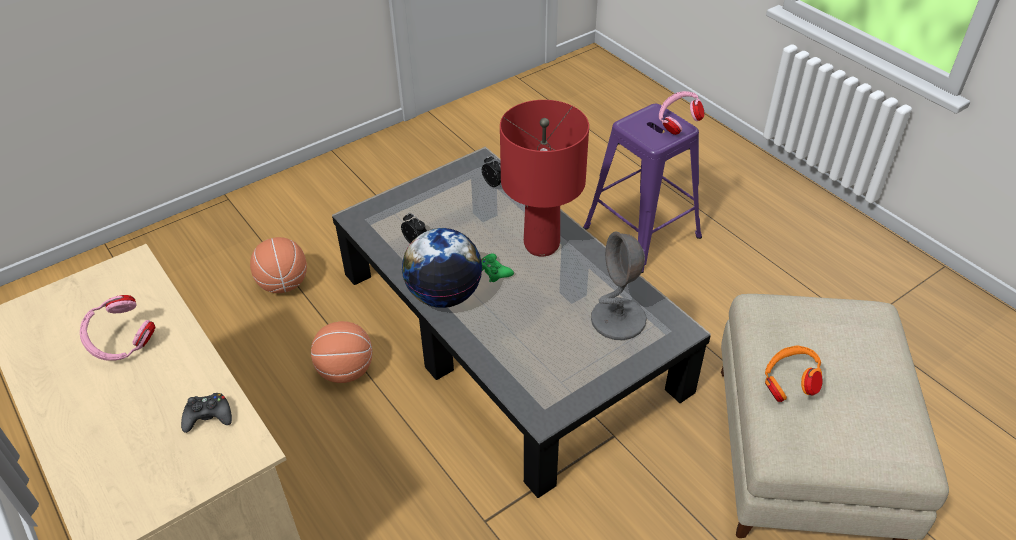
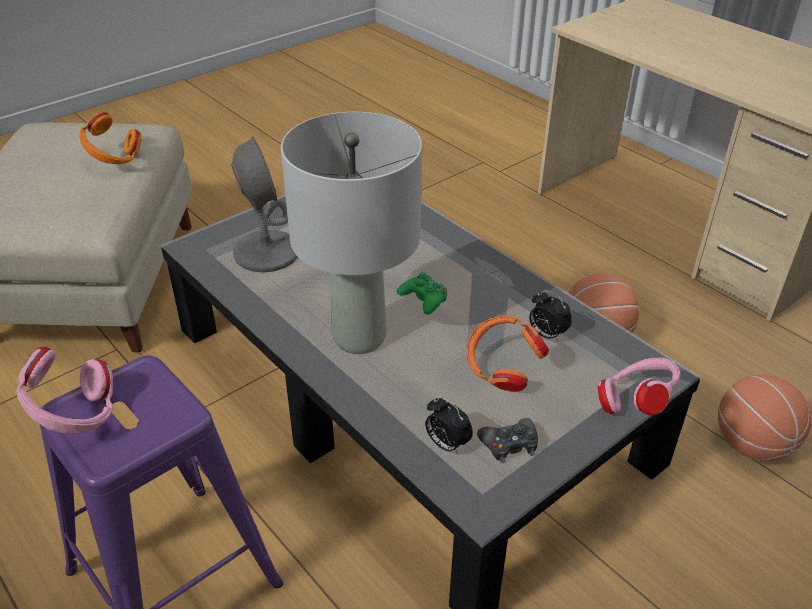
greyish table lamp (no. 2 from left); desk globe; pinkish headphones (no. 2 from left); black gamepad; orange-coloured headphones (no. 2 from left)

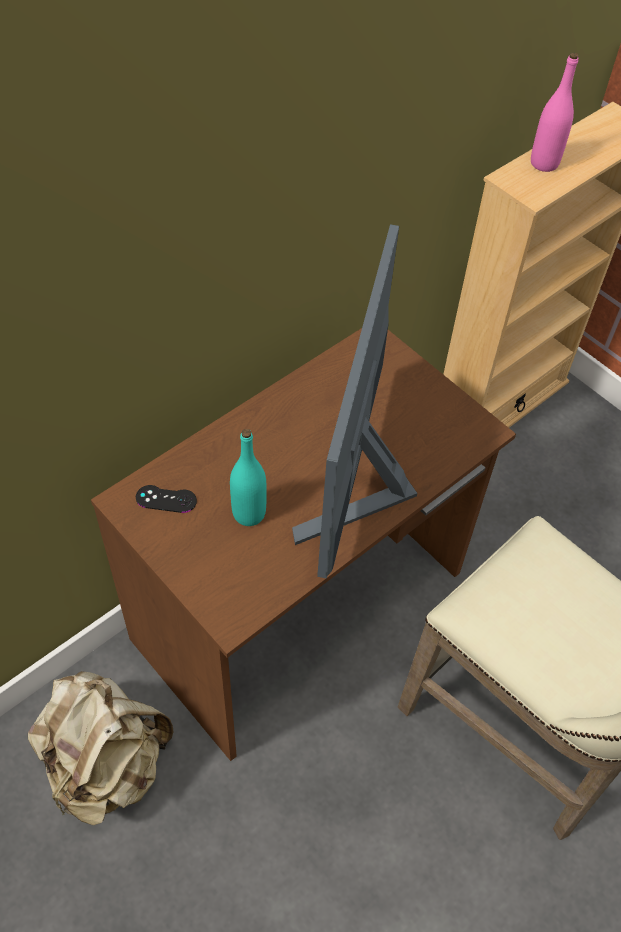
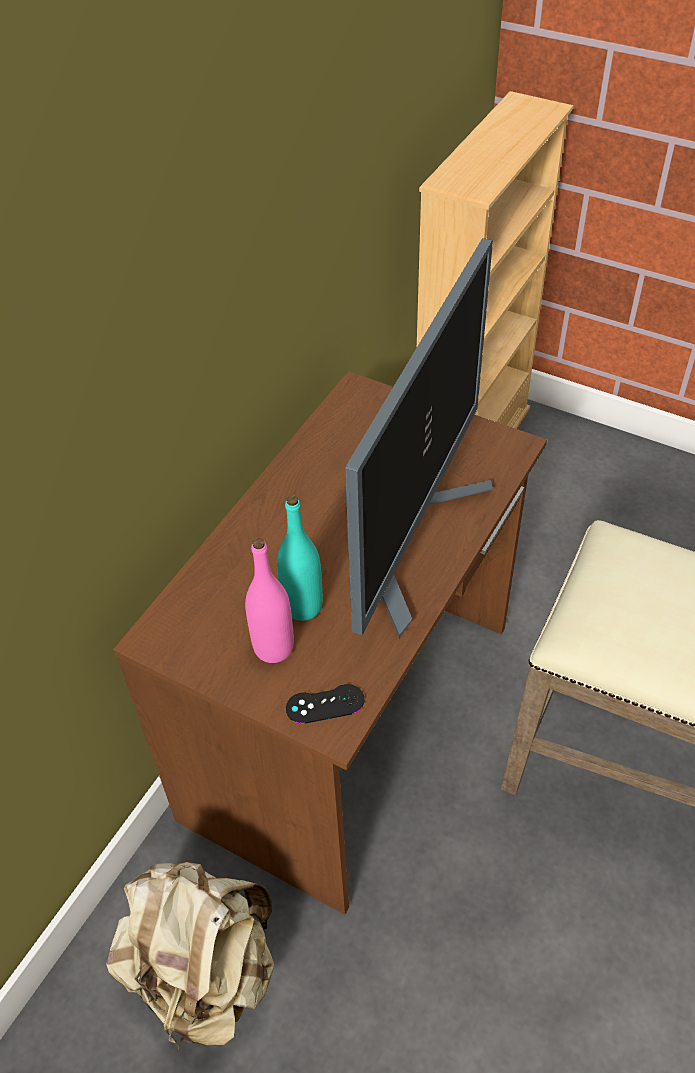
pinkish drink bottle; computer display; black gamepad

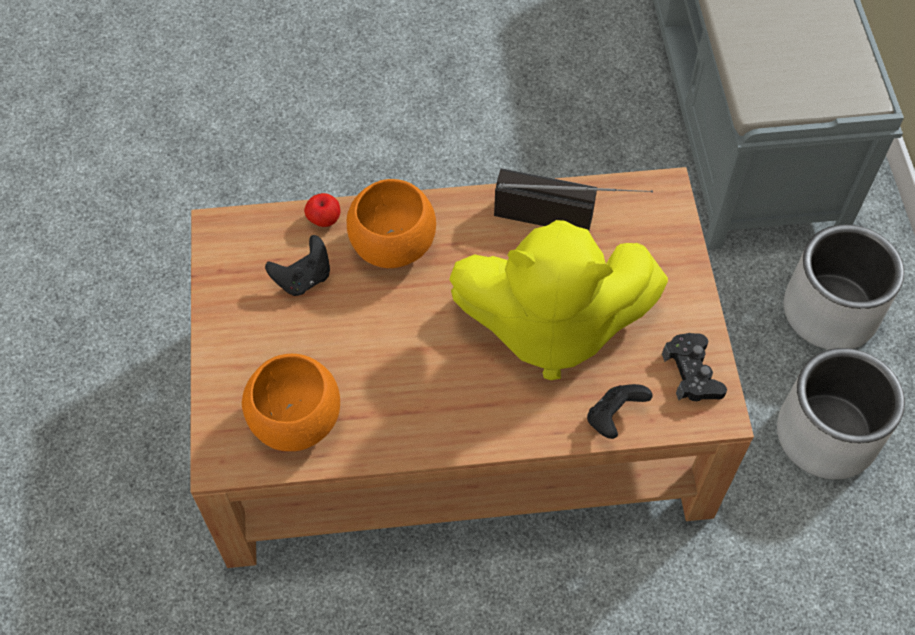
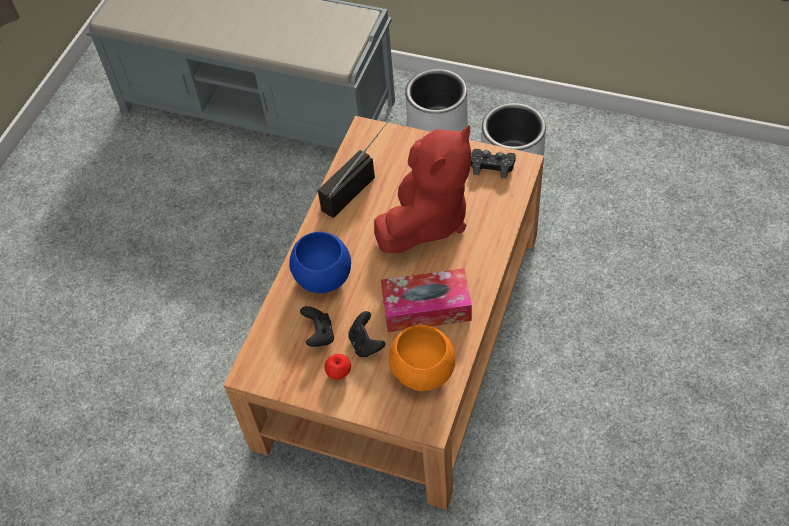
blue-coloured serving bowl; apple; reddish soft toy; black gamepad (no. 2 from left); tissue box

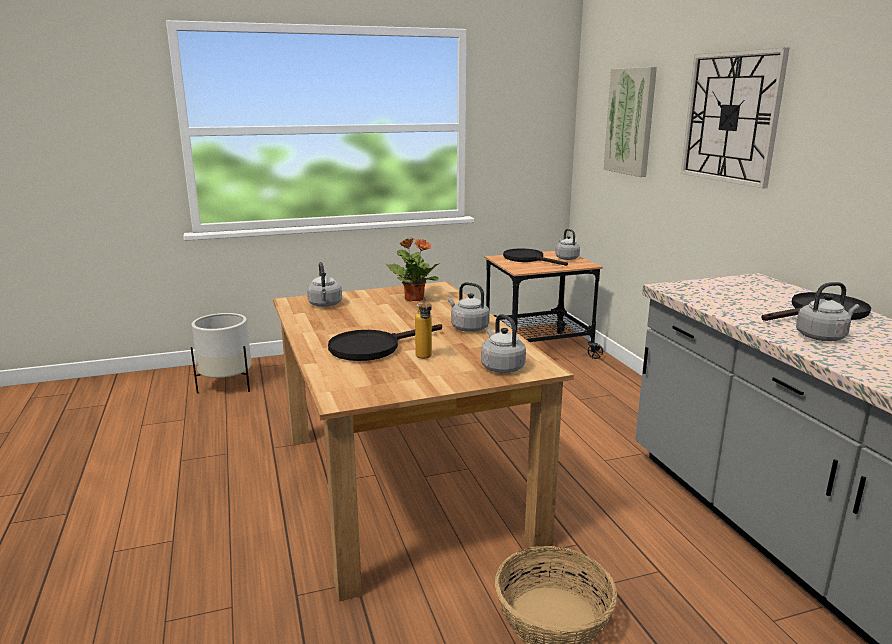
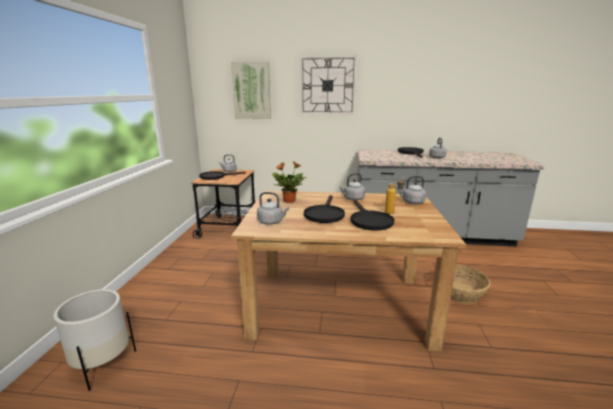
black skillet (no. 2 from left)

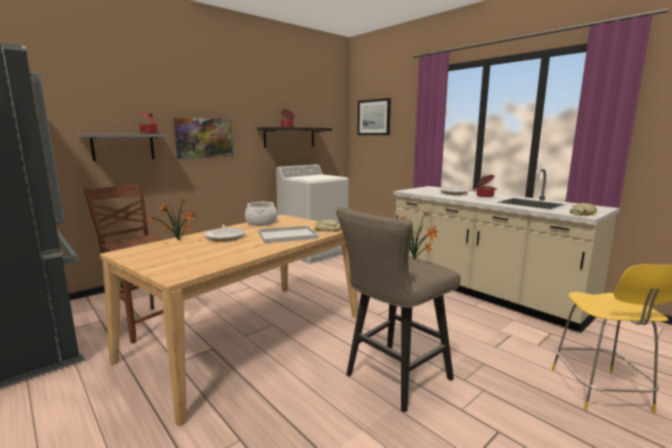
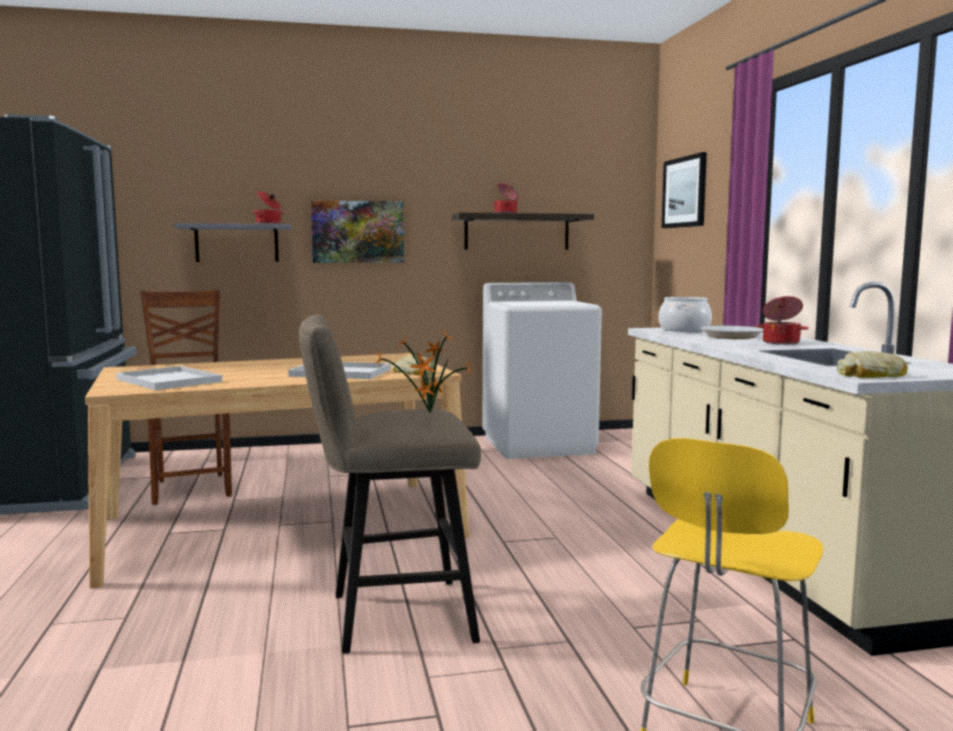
houseplant (no. 1 from left in the first image); stockpot (no. 3 from left); skillet (no. 1 from left in the first image); whitish carrying tray (no. 1 from left)

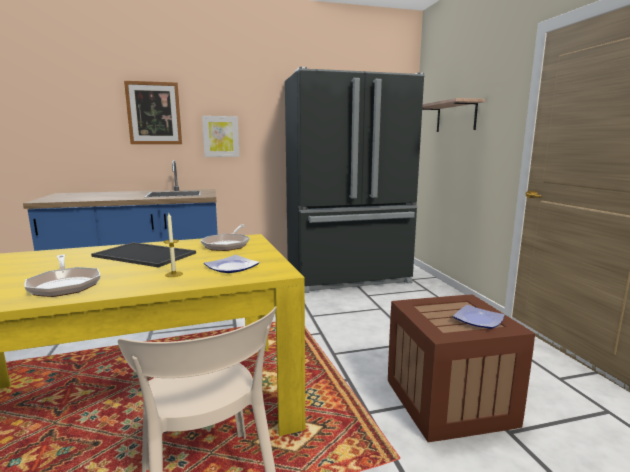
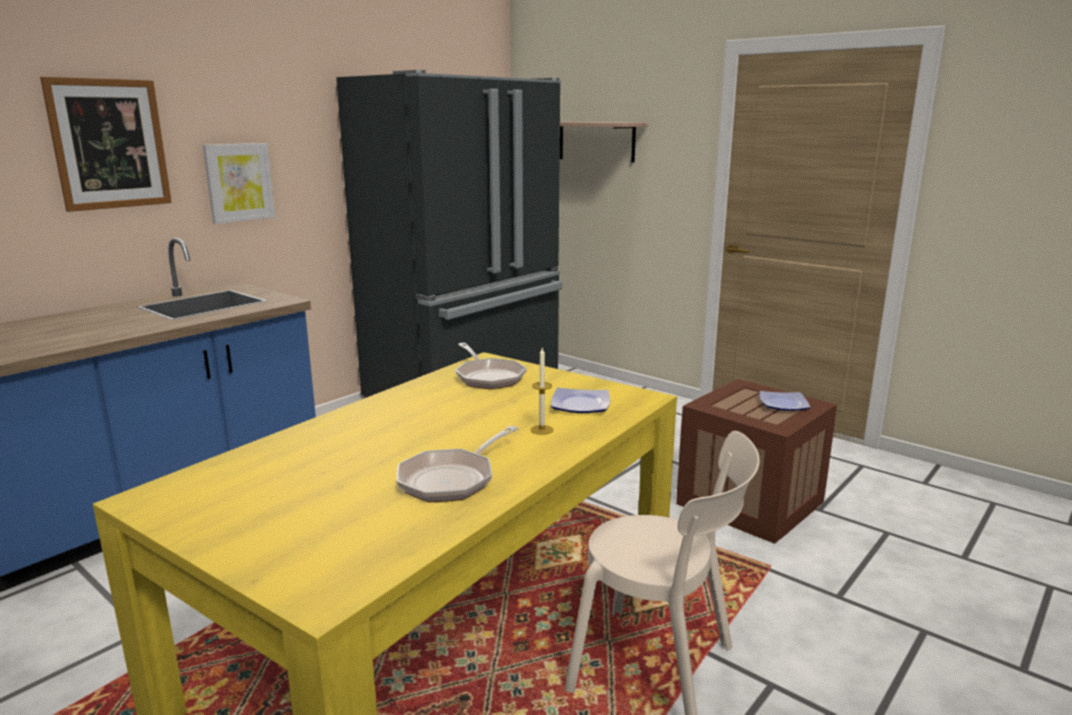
carrying tray; skillet (no. 1 from left)

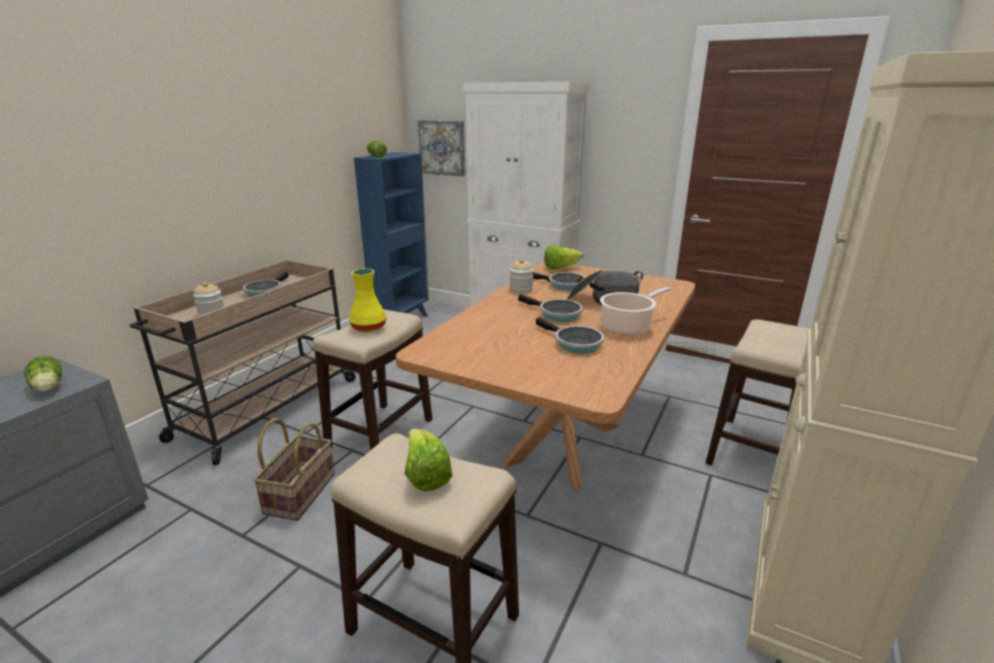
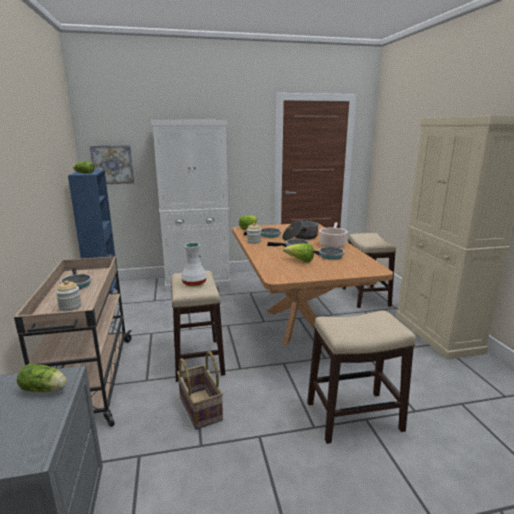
whitish vase; head of lettuce (no. 4 from left)

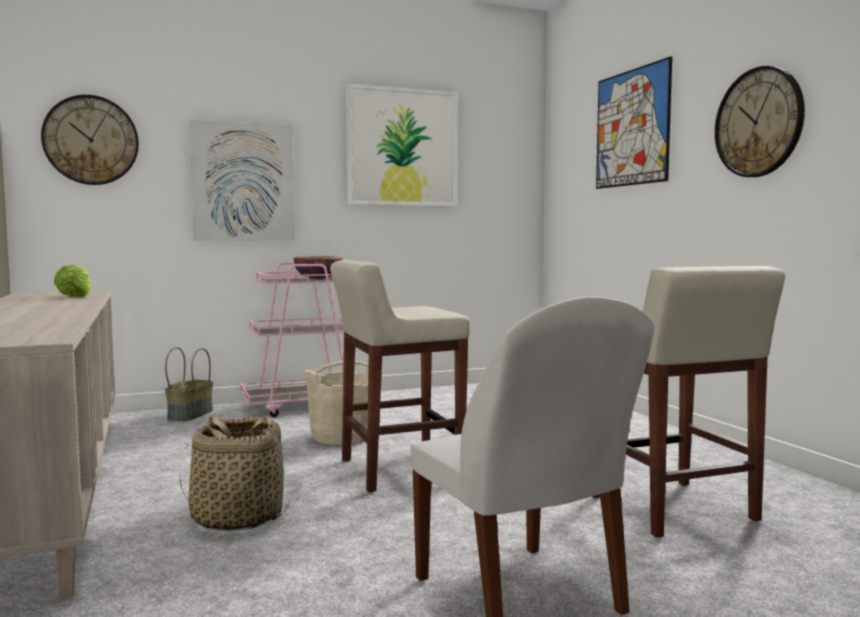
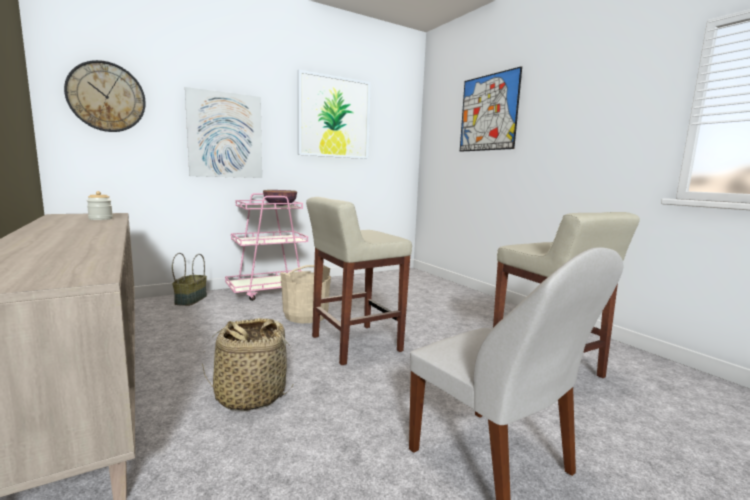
wall clock (no. 2 from left in the first image); storage jar

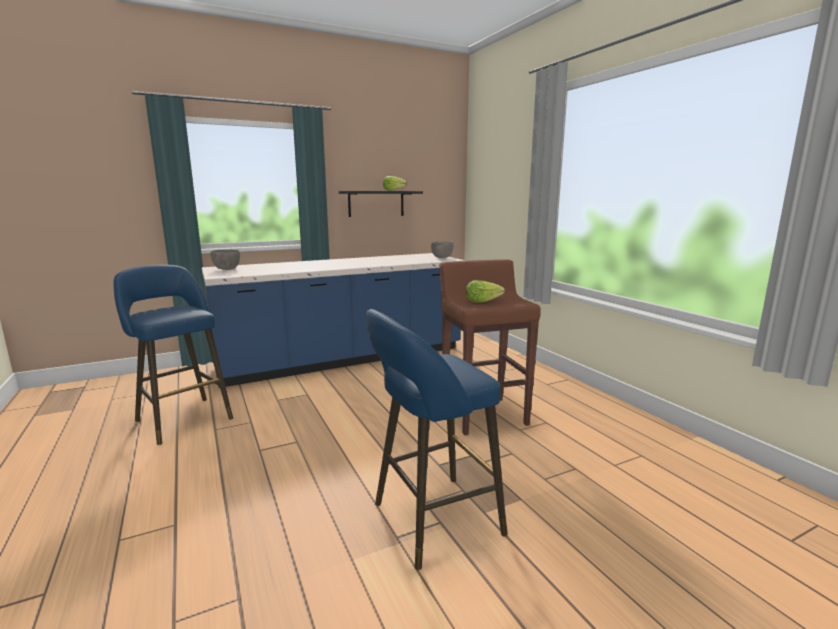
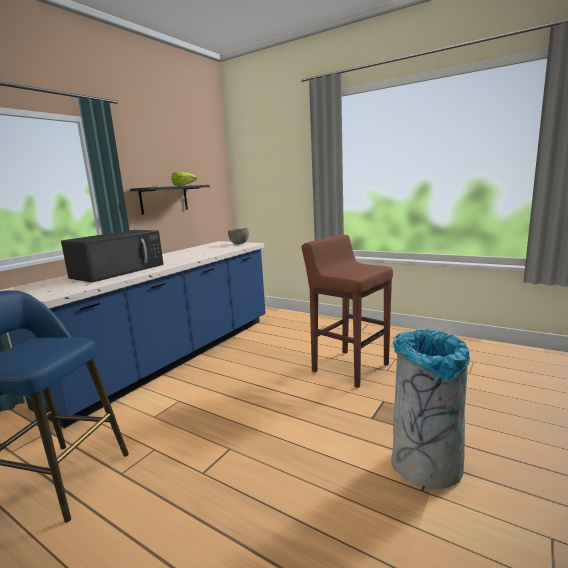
greyish serving bowl (no. 1 from left in the first image); head of lettuce (no. 2 from left in the first image); greyish waste bin; black microwave oven

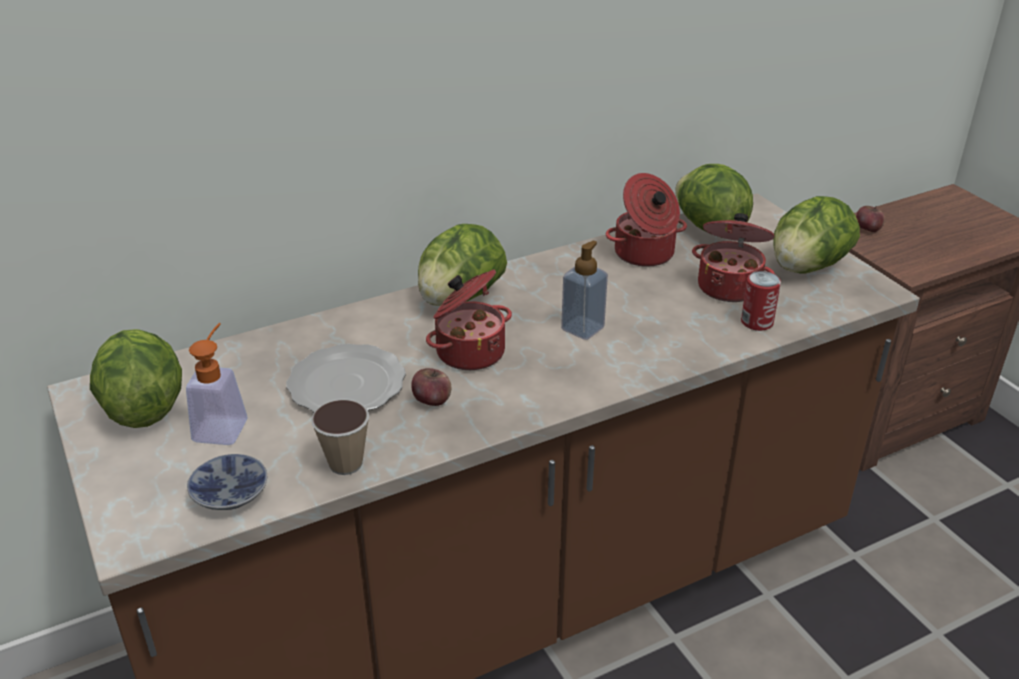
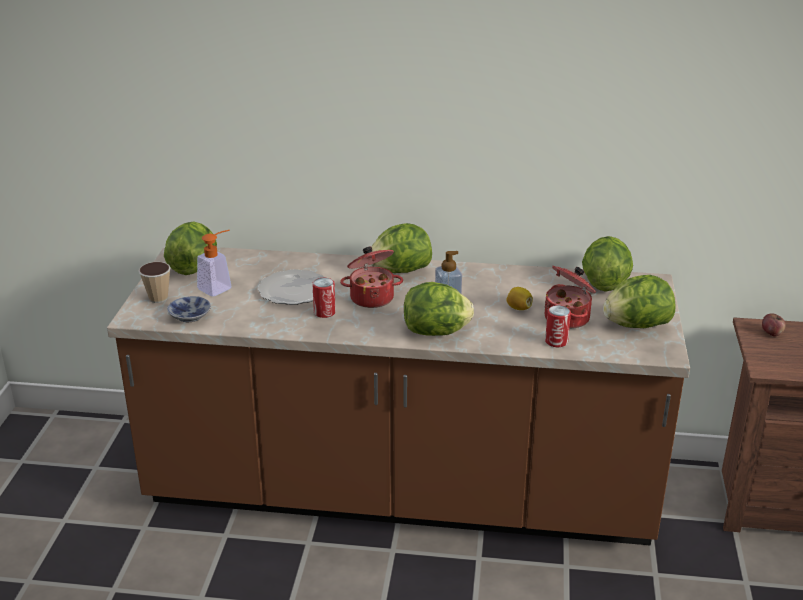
stockpot (no. 2 from left in the first image); sealed can (no. 1 from left); small cup; head of lettuce (no. 3 from left); citrus fruit

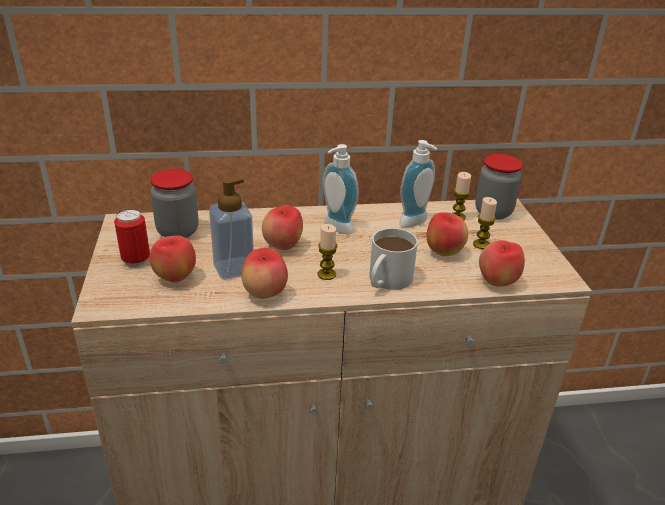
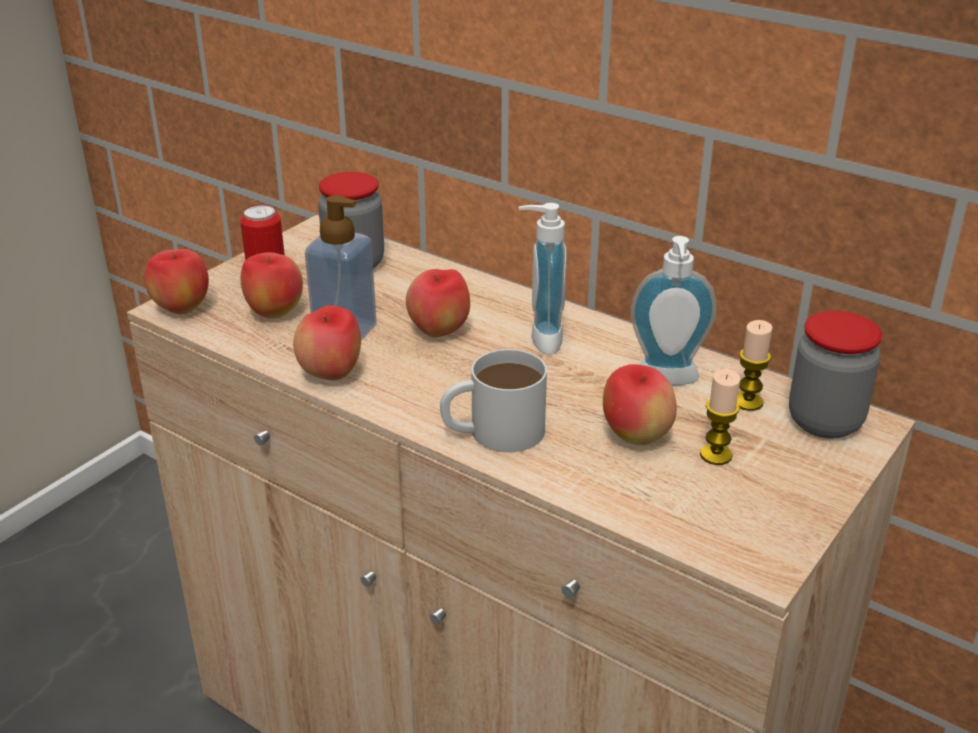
candle (no. 1 from left in the first image); apple (no. 1 from left)

